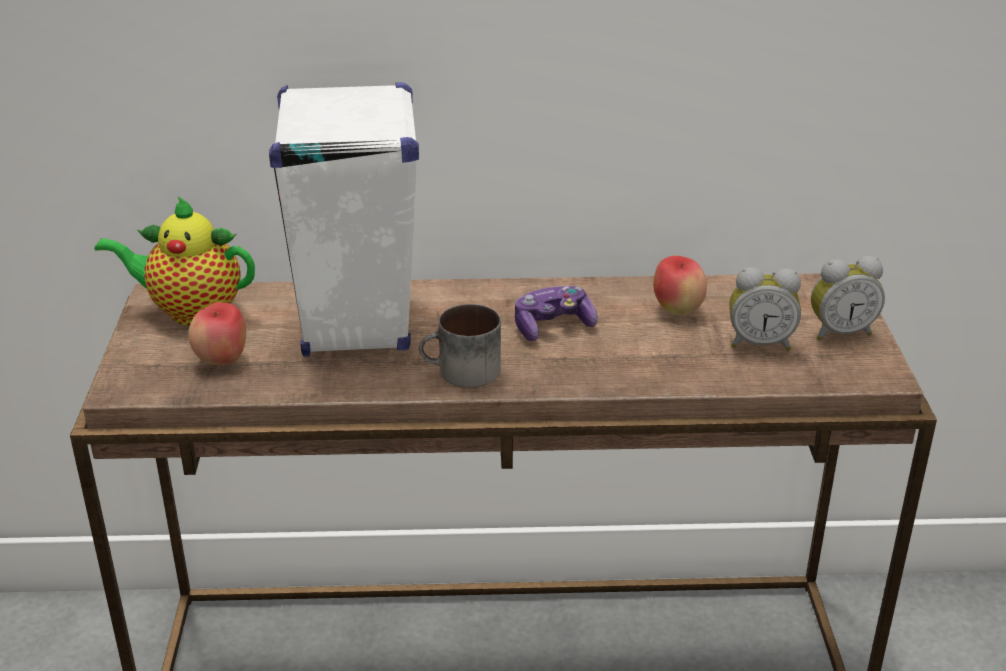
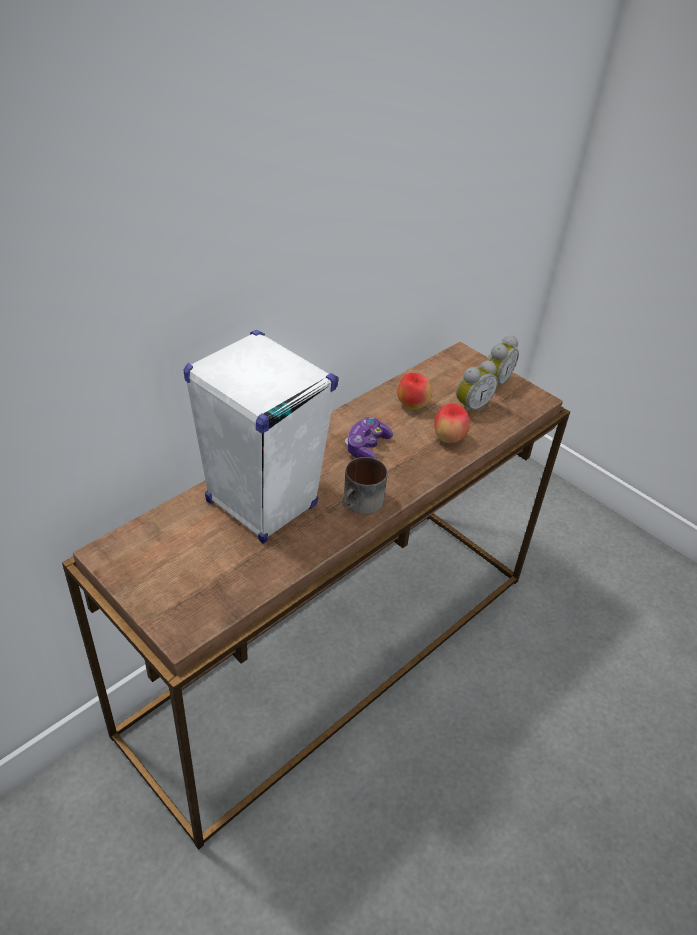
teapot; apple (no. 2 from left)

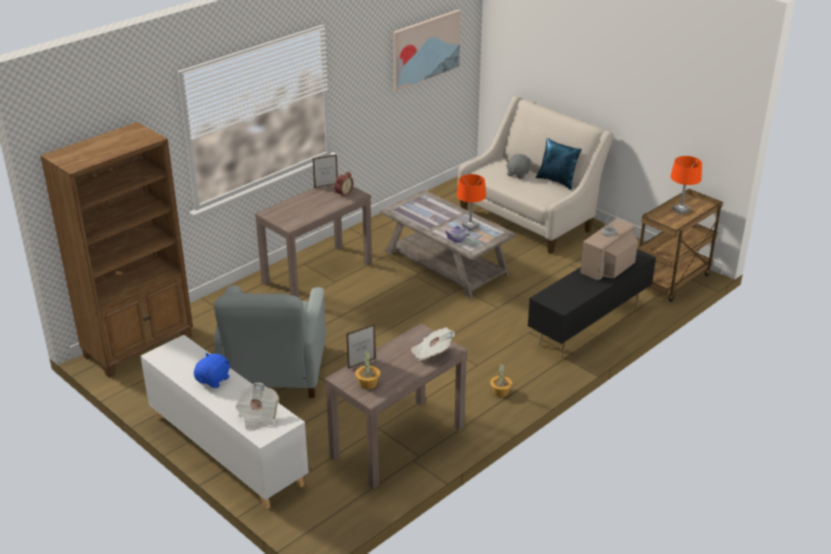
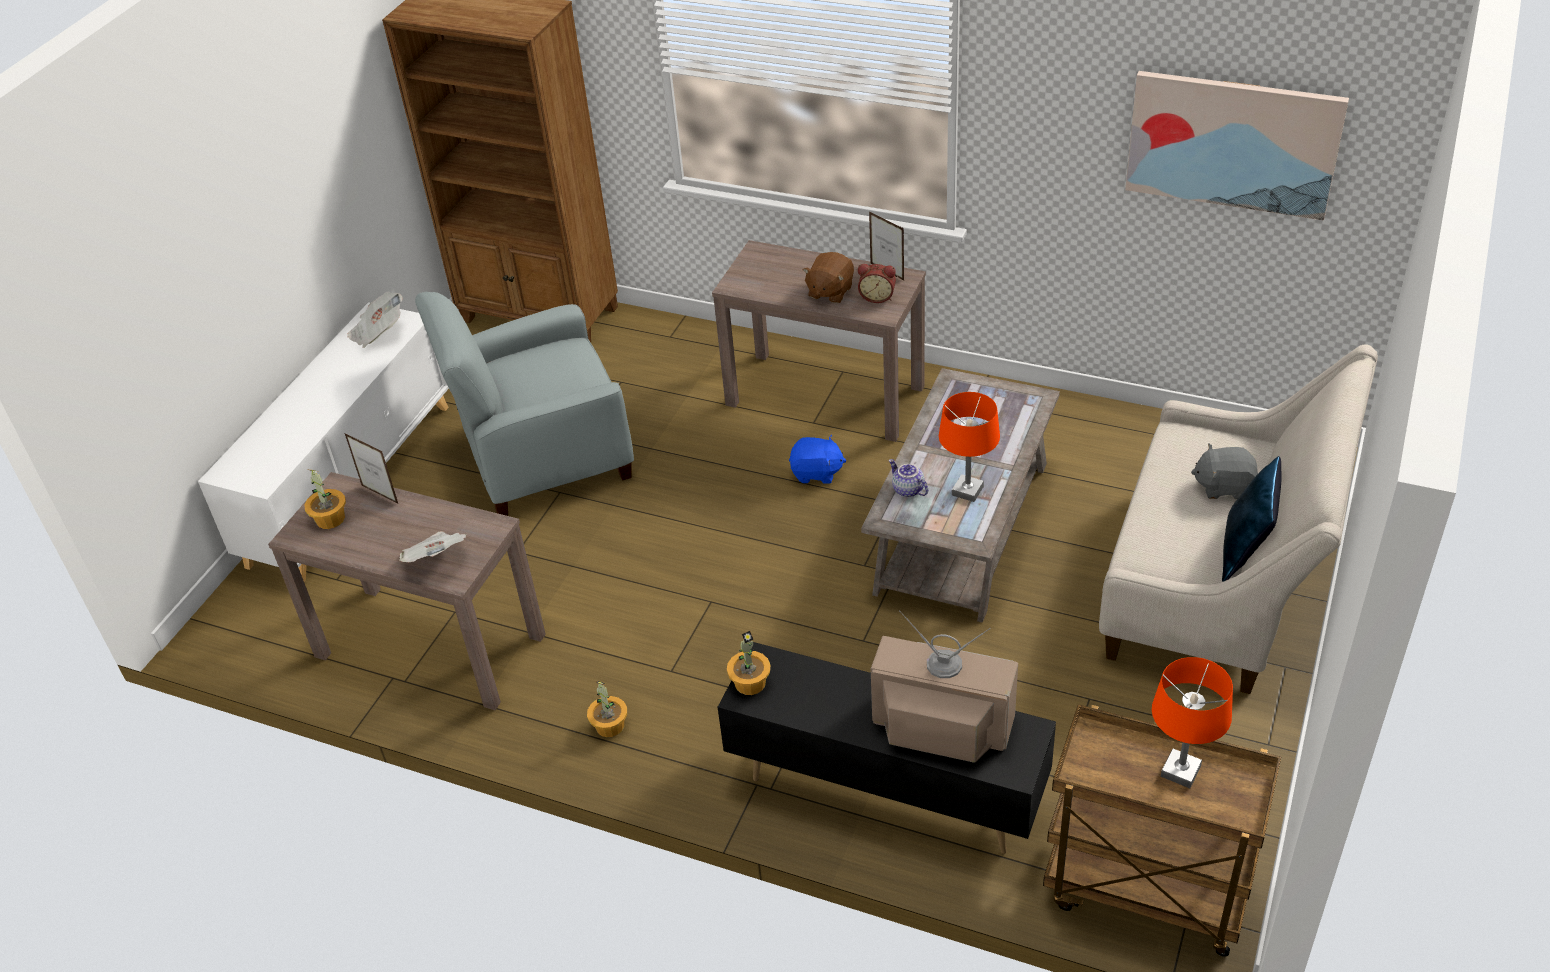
blue-coloured soft toy; printed paper (no. 1 from left); brown soft toy; houseplant (no. 3 from left)

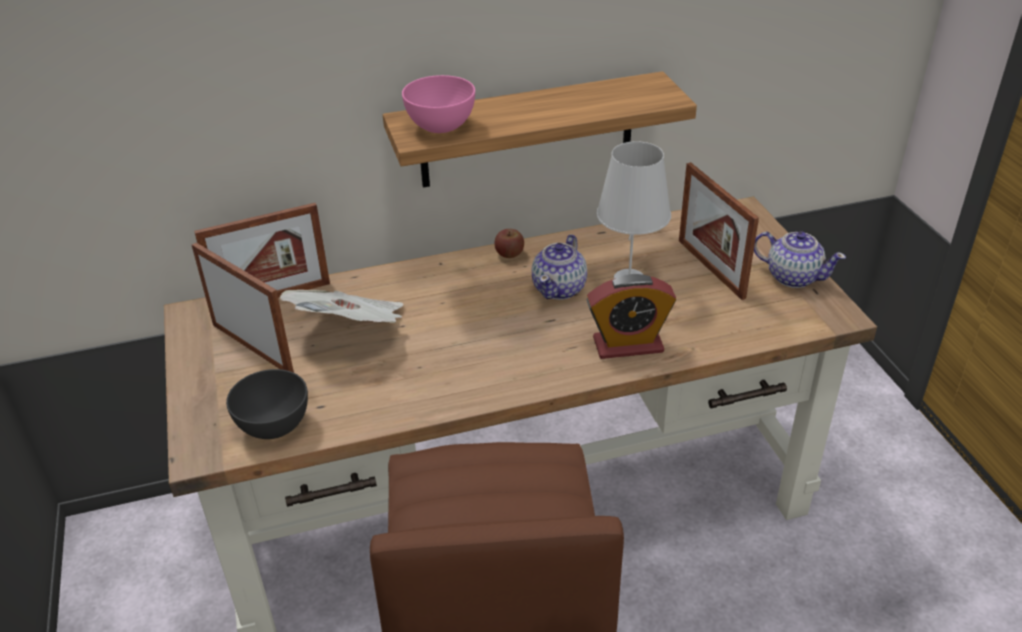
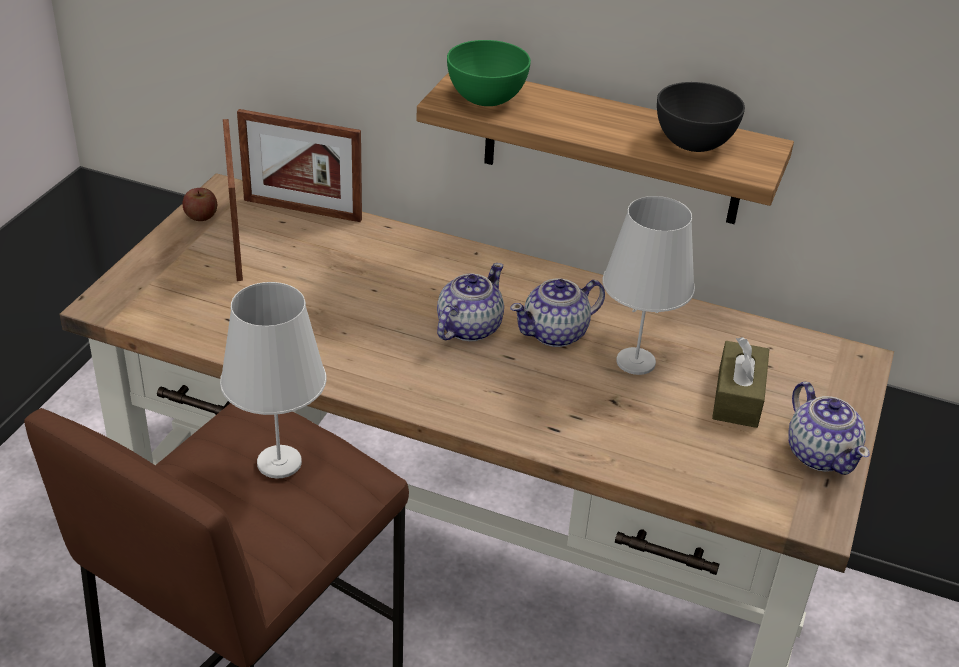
greenish serving bowl; brown tissue box; apple; alarm clock; printed paper; greyish serving bowl; teapot (no. 1 from left); whitish table lamp (no. 1 from left)

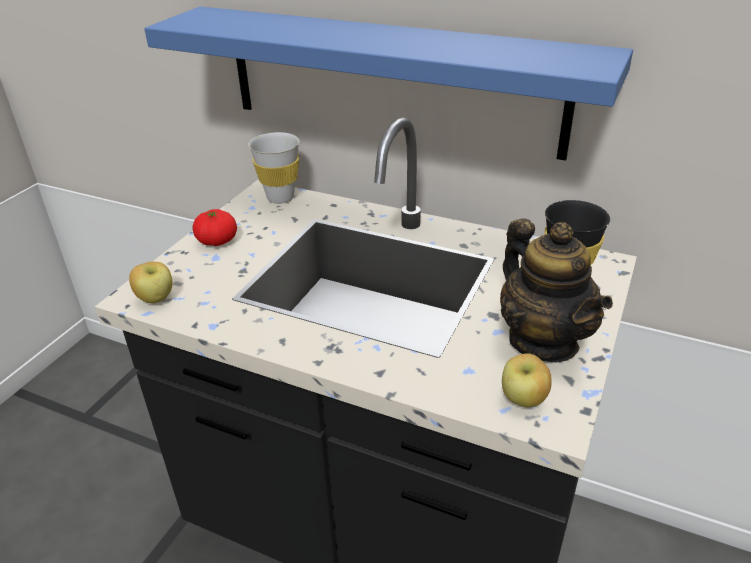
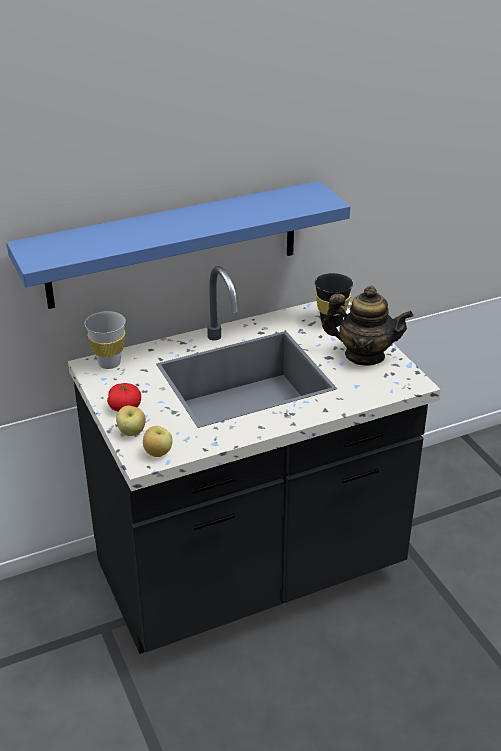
apple (no. 1 from left)

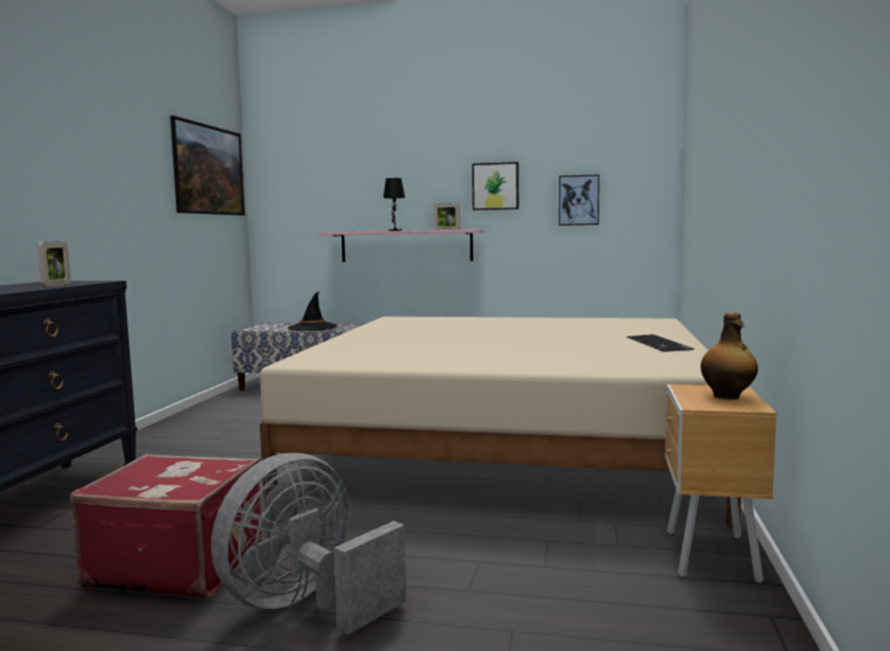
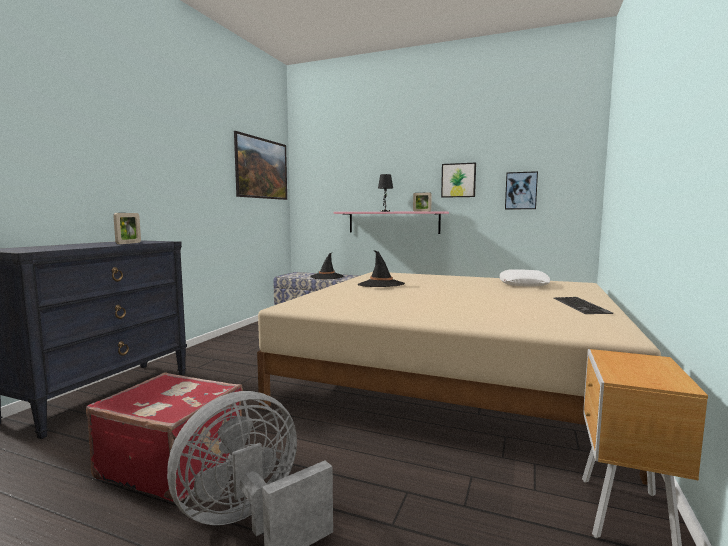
drink bottle; black hat (no. 2 from left); whitish cushion

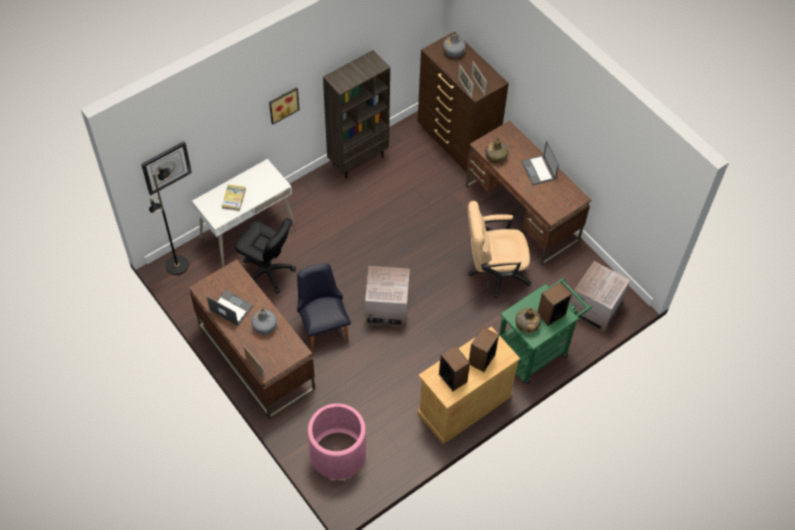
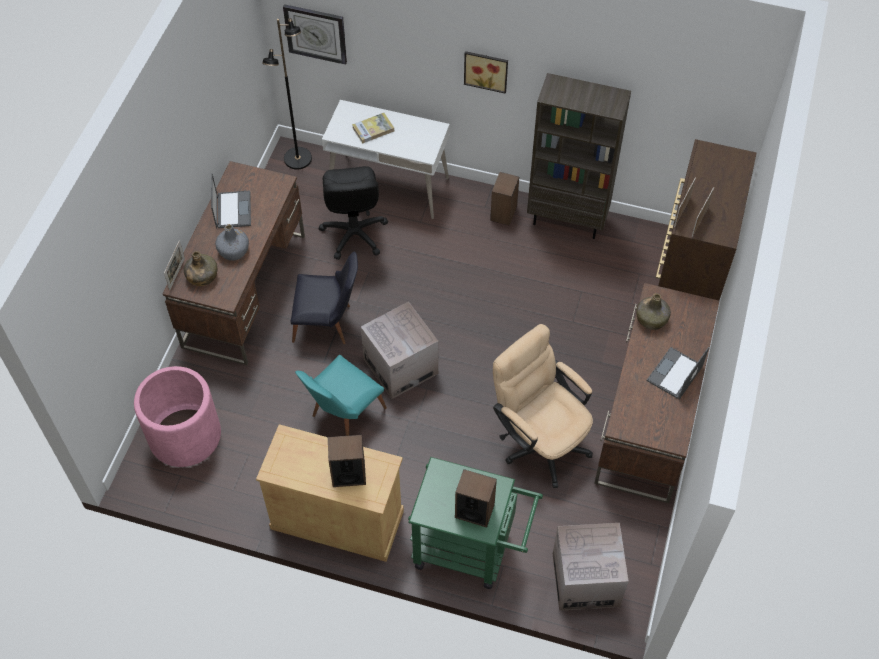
greyish drink bottle (no. 2 from left in the first image); black upright chair; greenish drink bottle (no. 1 from left); loudspeaker (no. 3 from left); turquoise upright chair

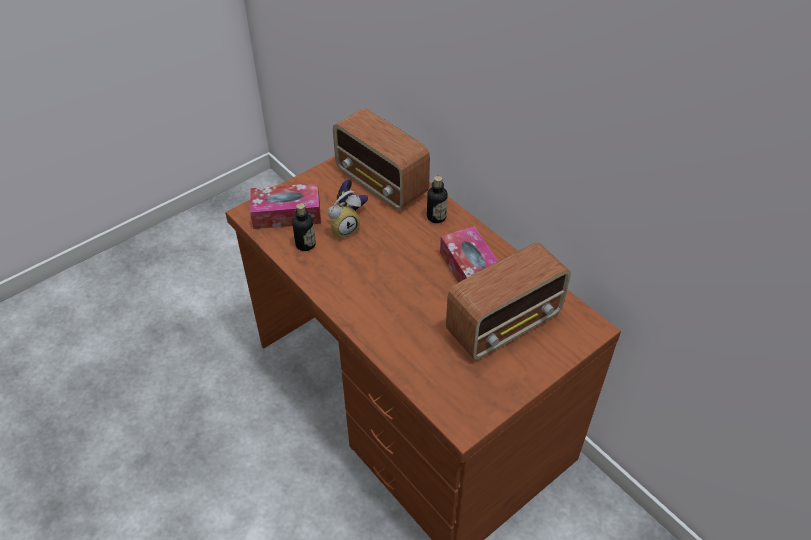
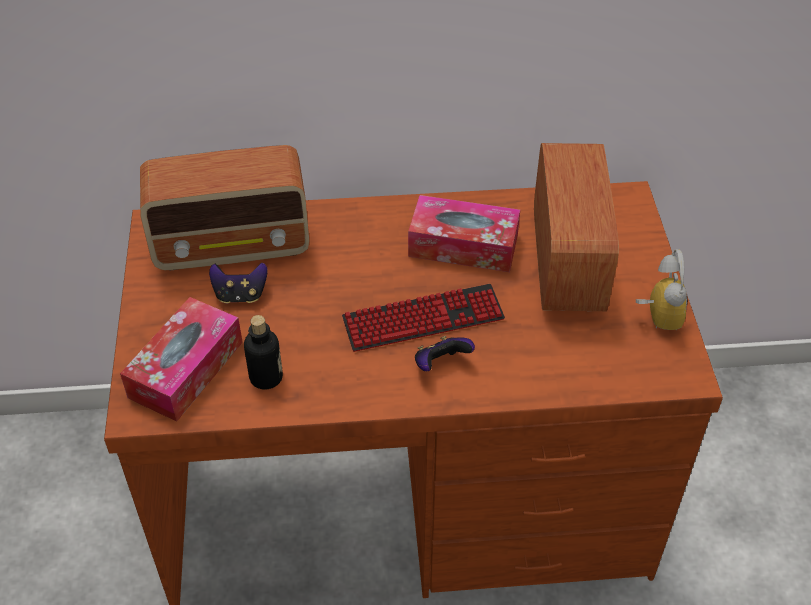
drink bottle (no. 2 from left in the first image); alarm clock; PC keyboard; gamepad (no. 2 from left)

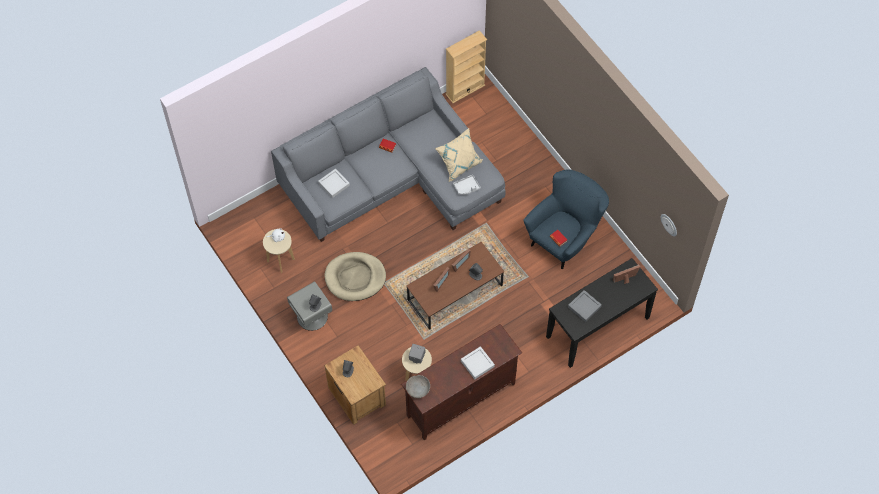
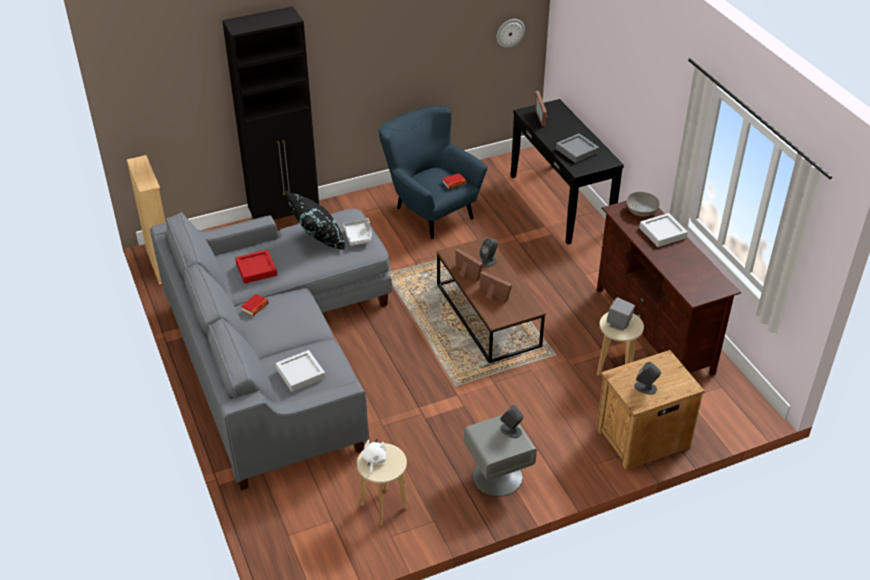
black cushion; beige-coloured pet bed; greyish serving bowl; black cupboard; reddish carrying tray

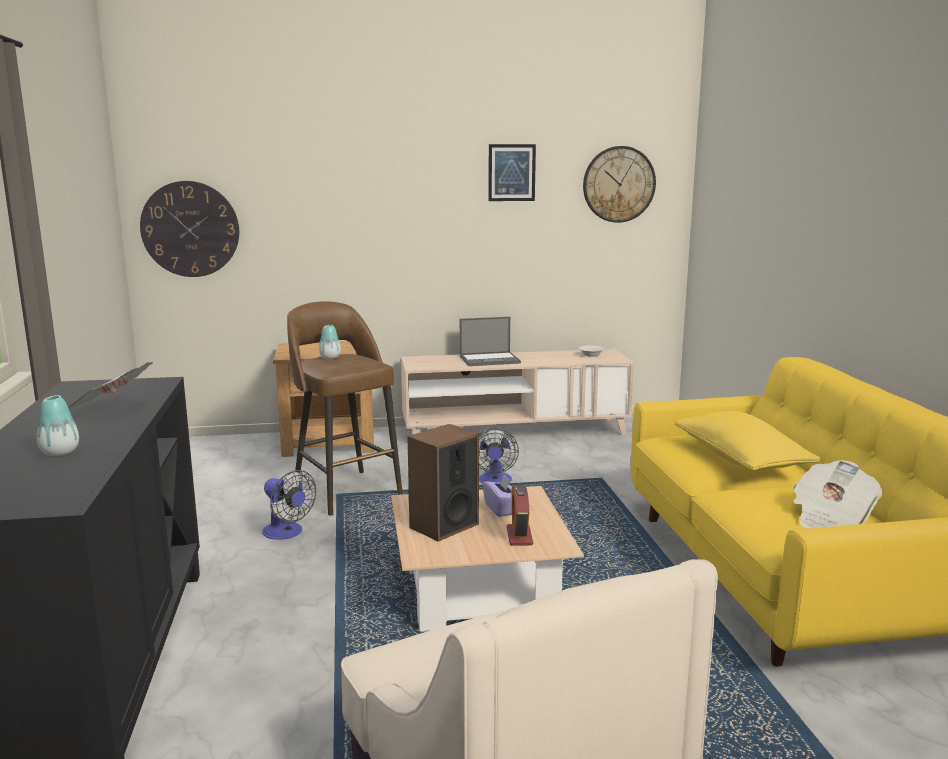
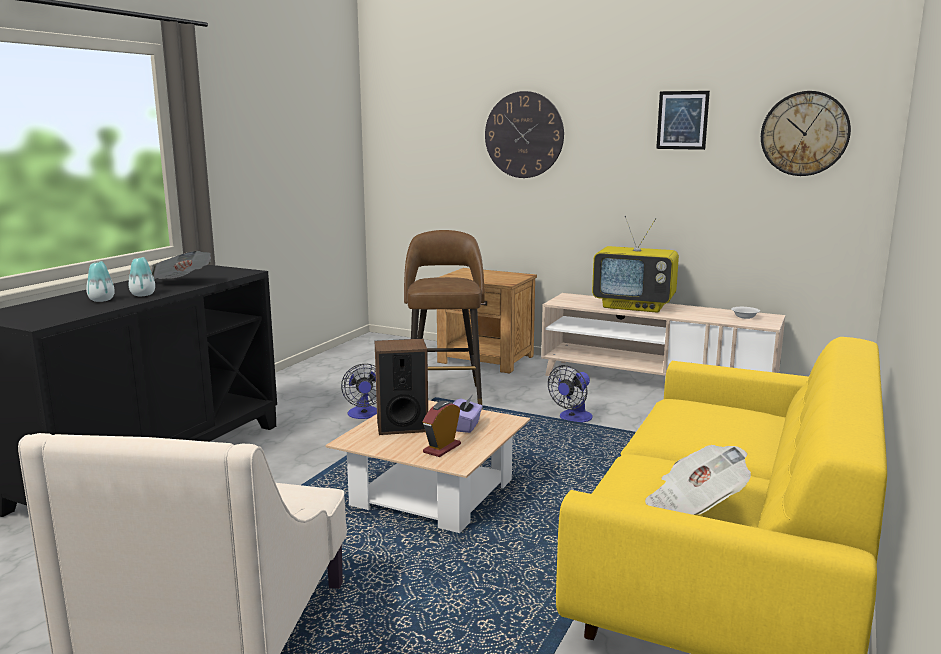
wall clock (no. 1 from left); TV set; vase (no. 2 from left); yellow cushion

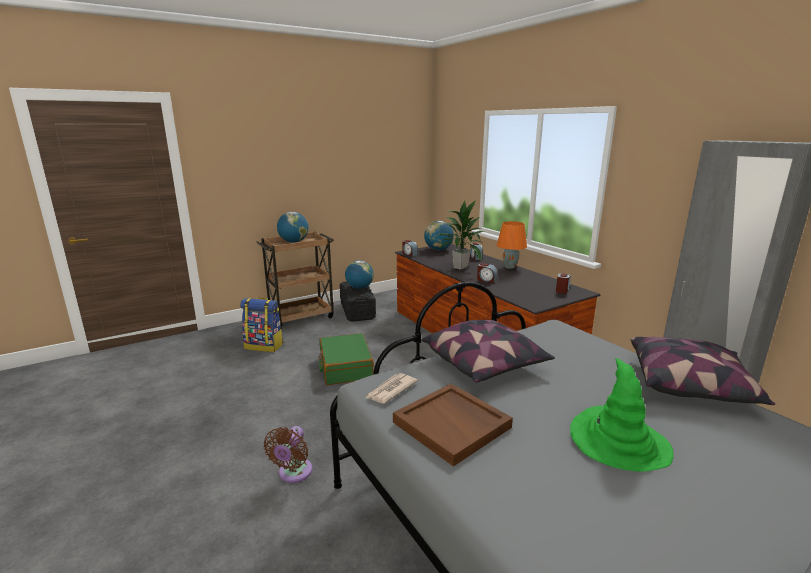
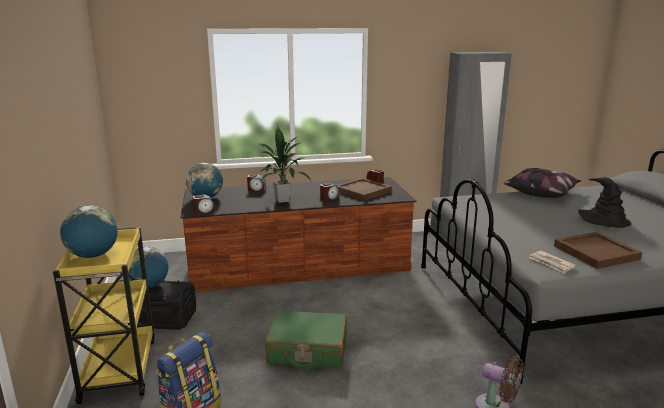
orange-coloured table lamp; yellow wheeled cart; cushion (no. 1 from left in the first image); black hat; brown carrying tray (no. 1 from left)

